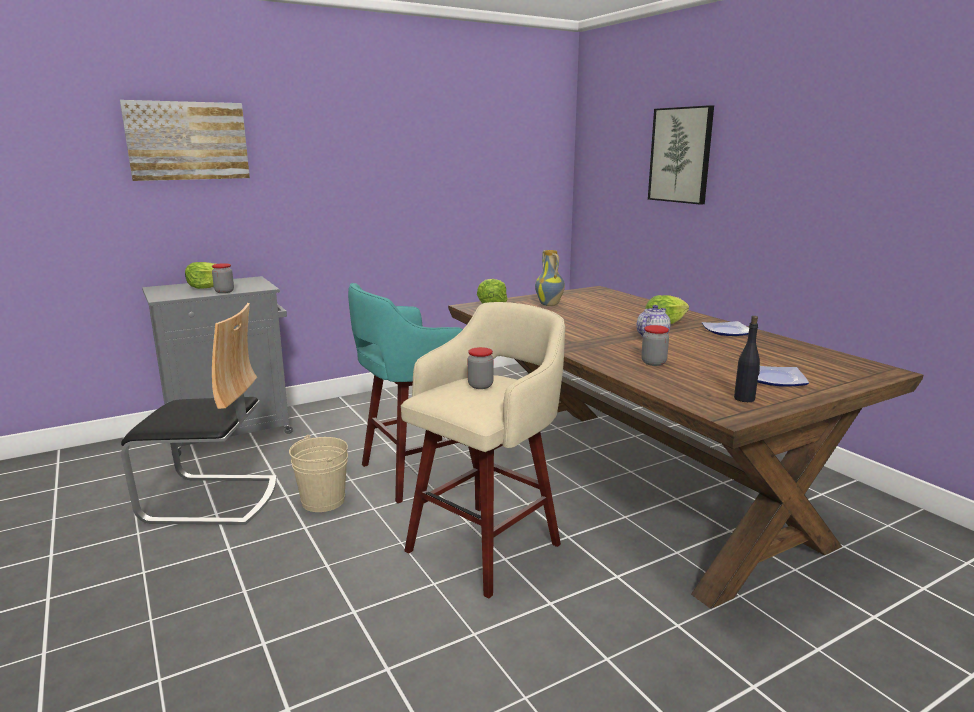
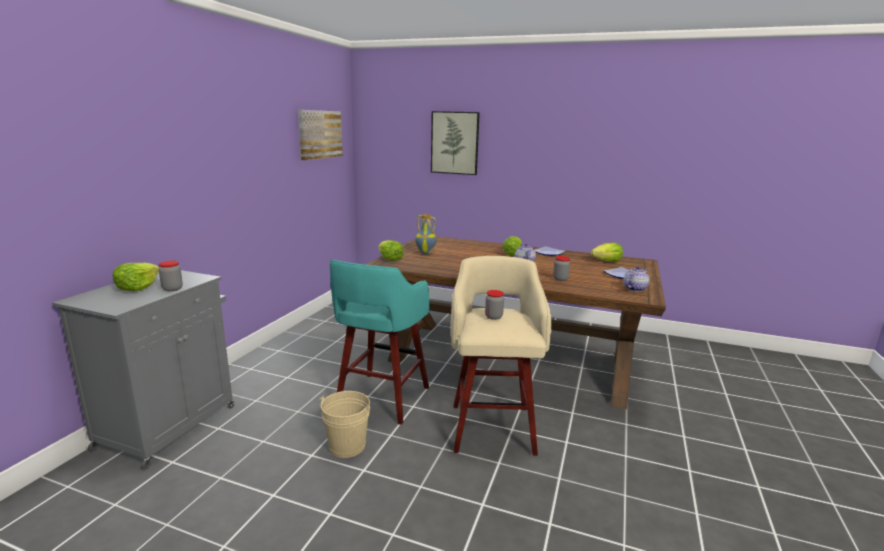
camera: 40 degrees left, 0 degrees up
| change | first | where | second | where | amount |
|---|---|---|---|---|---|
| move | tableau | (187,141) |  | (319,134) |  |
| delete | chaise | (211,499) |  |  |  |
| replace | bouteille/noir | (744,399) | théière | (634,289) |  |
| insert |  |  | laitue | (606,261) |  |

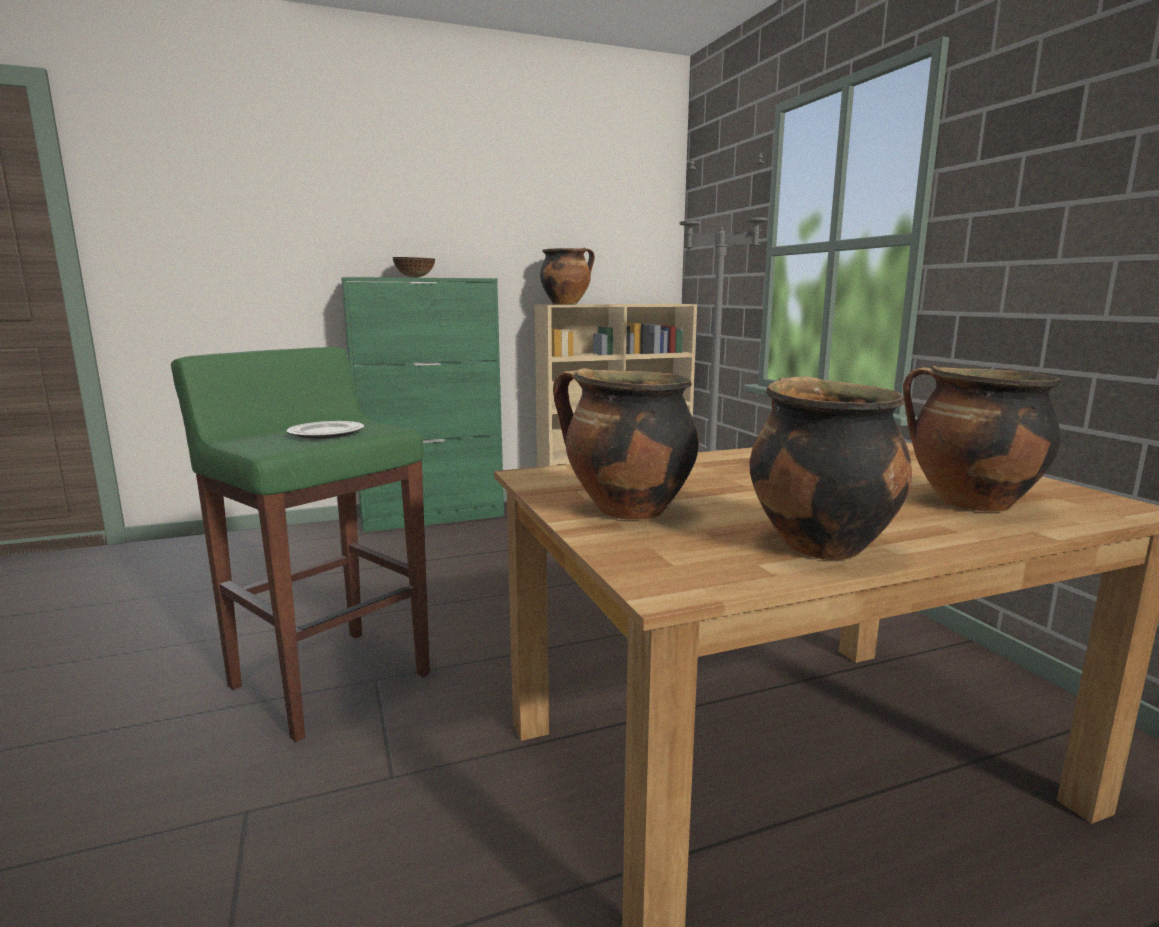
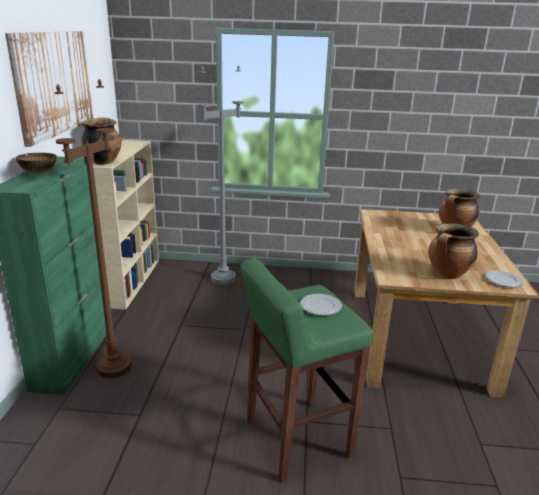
camera: 65 degrees left, 10 degrees up
| change | first | where | second | where | amount |
|---|---|---|---|---|---|
| delete | marmite | (816,545) |  |  |  |
| insert |  |  | tableau | (54,83) |  |
| insert |  |  | lampadaire/marron | (114,367) |  |
| insert |  |  | assiette | (503,280) |  |

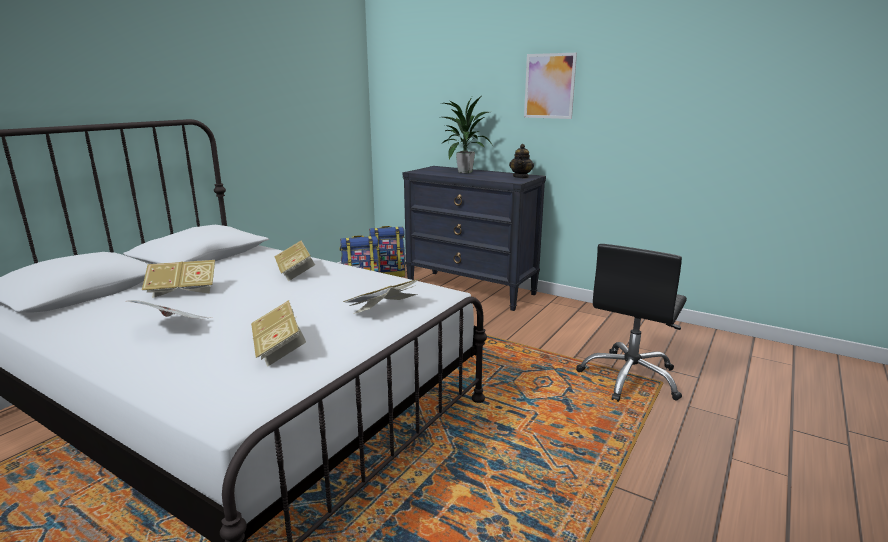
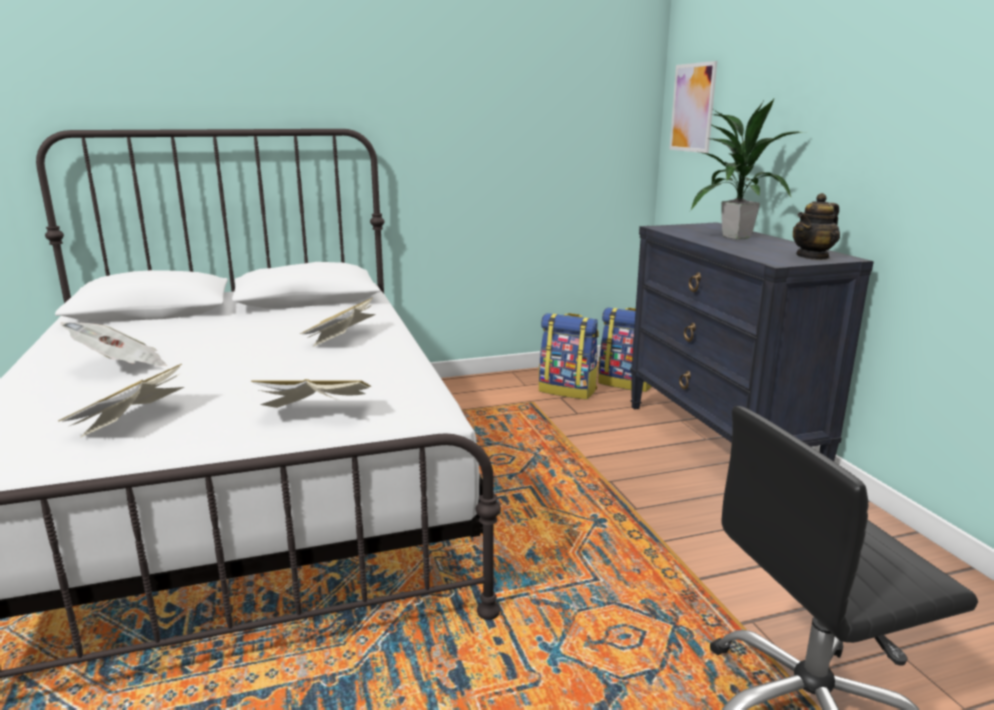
camera: 40 degrees right, 0 degrees up
| change | first | where | second | where | amount |
|---|---|---|---|---|---|
| move | tableau | (549,86) |  | (692,108) |  |
| delete | livre | (183,291) |  |  |  |

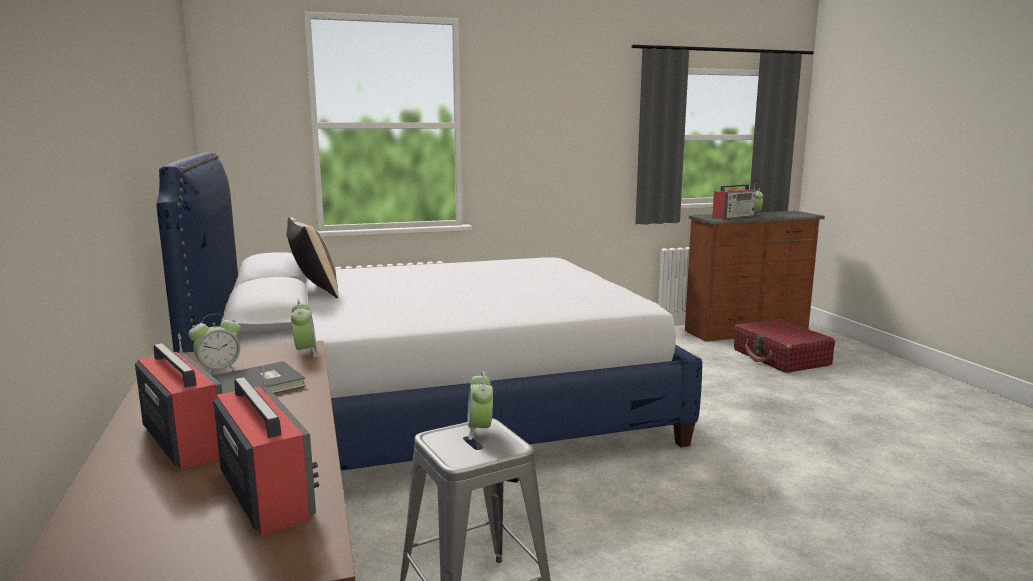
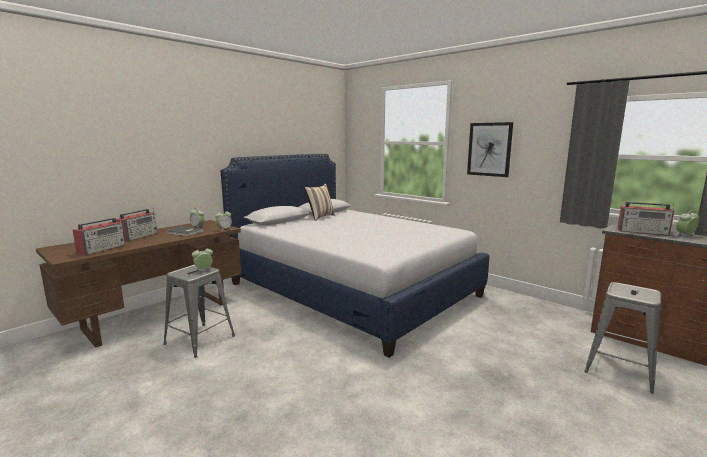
camera: 60 degrees right, 0 degrees up
| change | first | where | second | where | amount |
|---|---|---|---|---|---|
| replace | valise/rouge | (781,358) | tabouret/gris | (619,369) |  |
| insert |  |  | tableau | (489,149) |  |

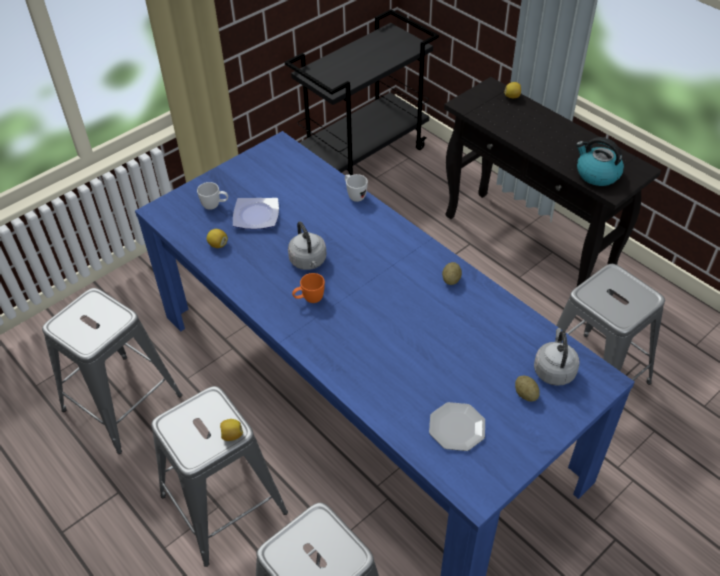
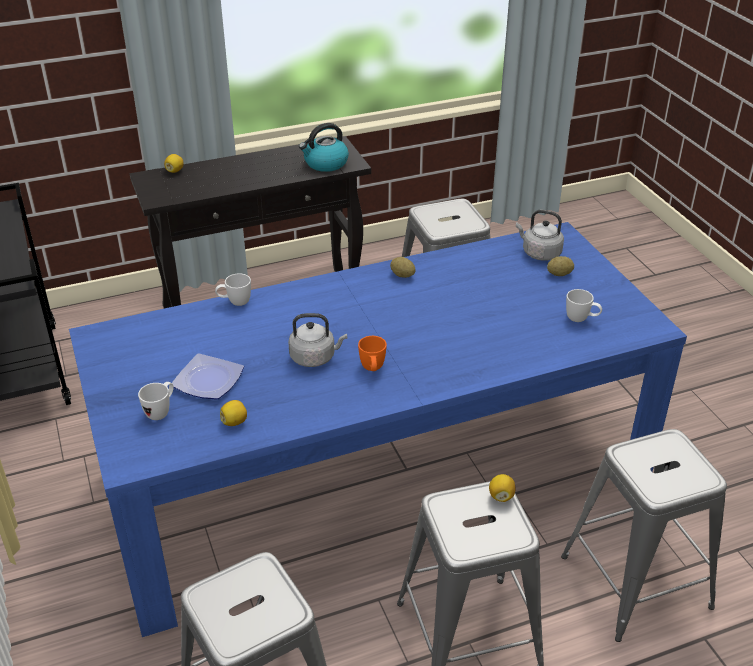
camera: 70 degrees left, 10 degrees down
| change | first | where | second | where | amount |
|---|---|---|---|---|---|
| replace | assiette | (456,428) | mug/blanc | (581,319) |  |

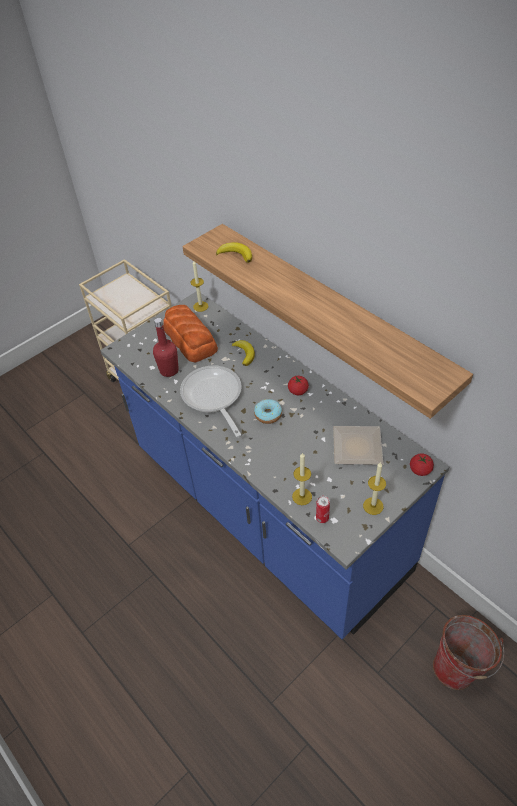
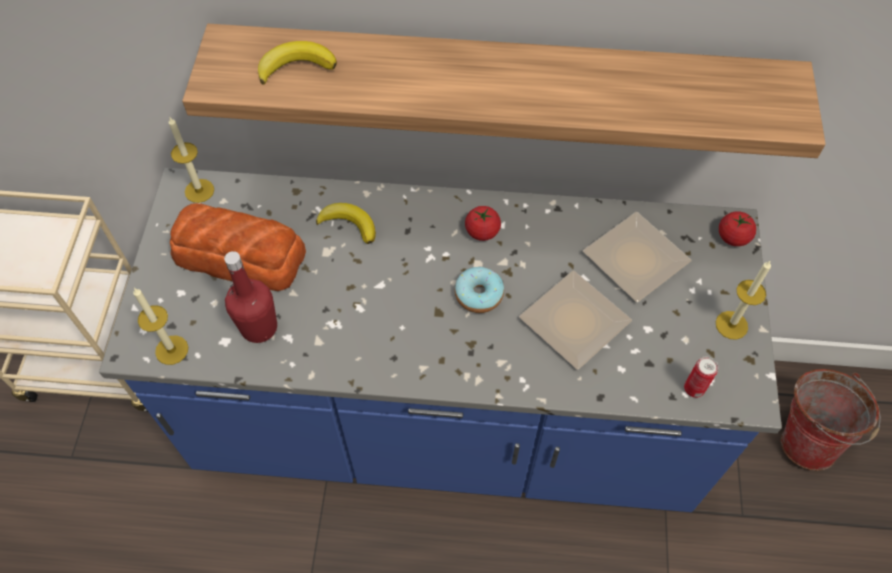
camera: 45 degrees left, 10 degrees up
| change | first | where | second | where | amount |
|---|---|---|---|---|---|
| delete | poêle | (213,397) |  |  |  |
| move | bougie | (302,496) |  | (171,350) |  |
| insert |  |  | assiette | (574,325) |  |

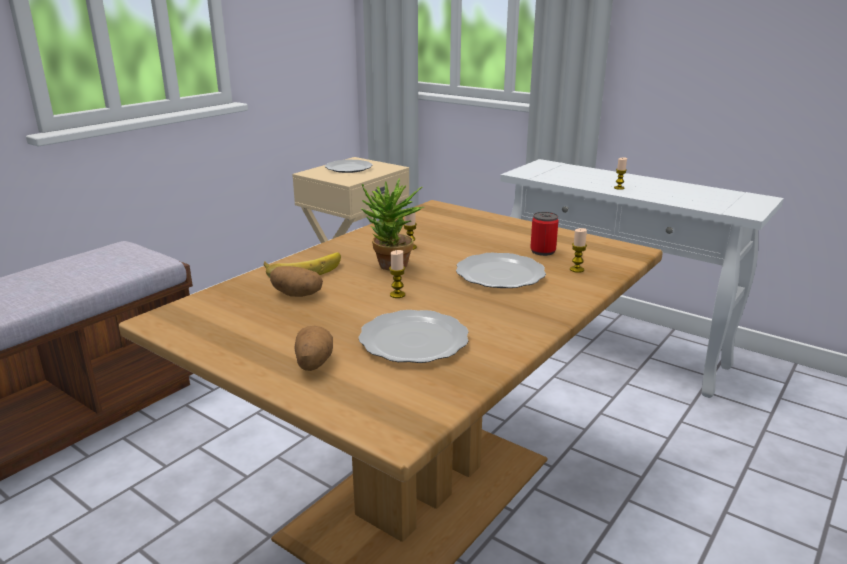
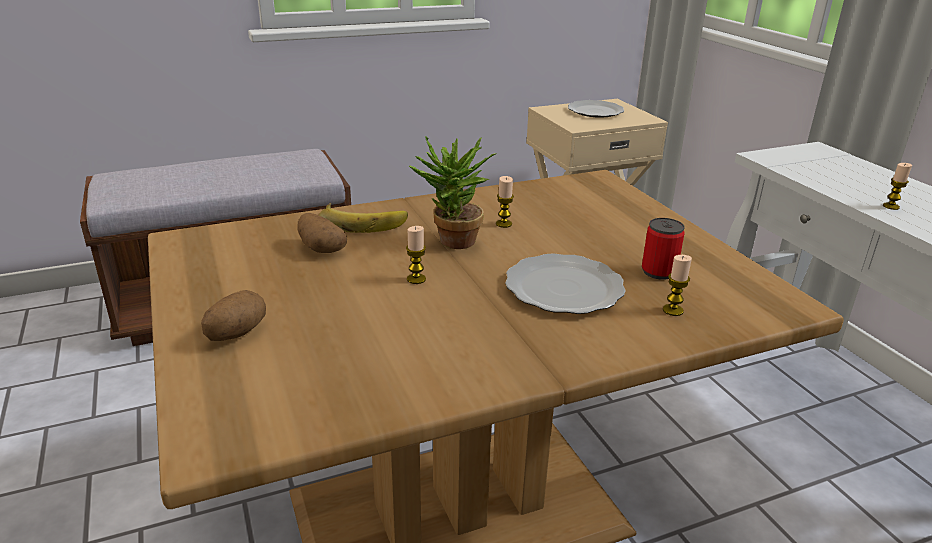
camera: 30 degrees right, 5 degrees up
| change | first | where | second | where | amount |
|---|---|---|---|---|---|
| delete | assiette | (414,341) |  |  |  |

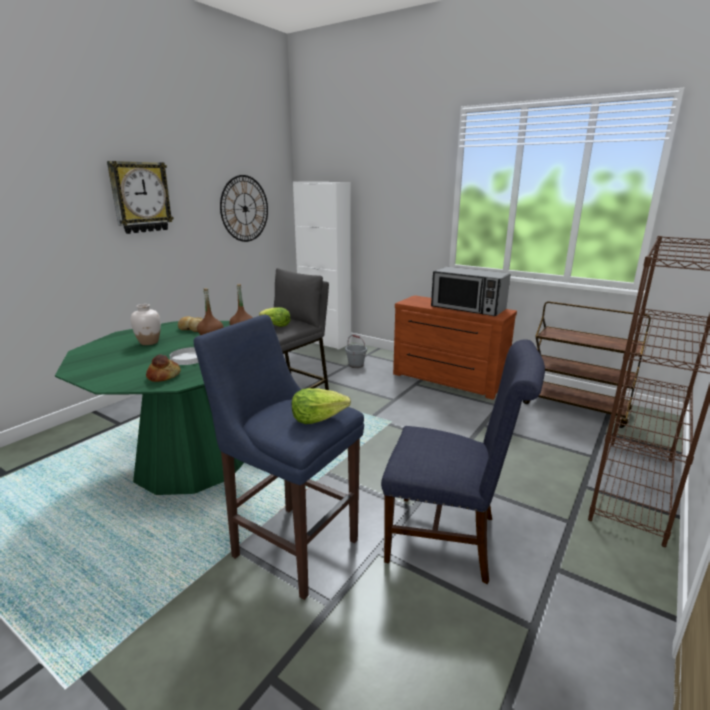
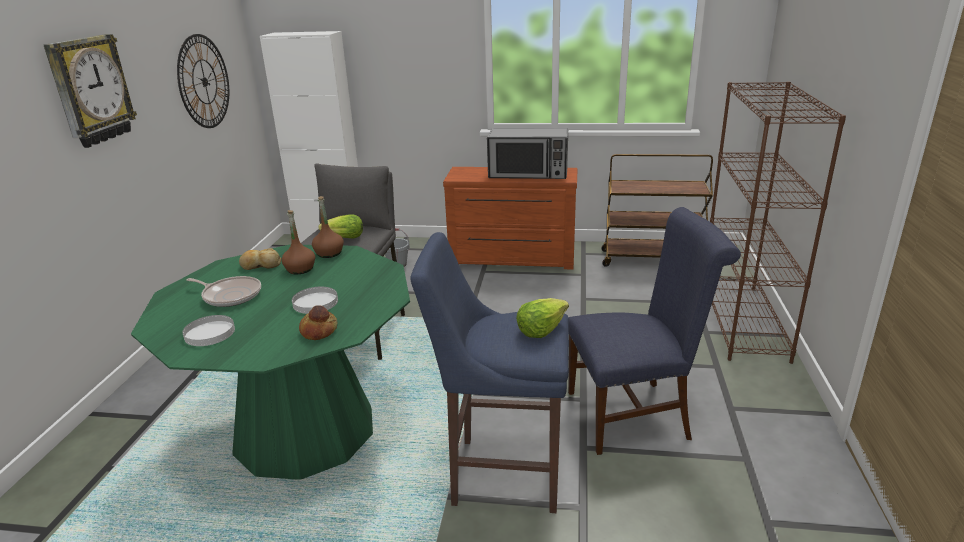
camera: 25 degrees left, 5 degrees up
| change | first | where | second | where | amount |
|---|---|---|---|---|---|
| replace | vase/blanc | (149,342) | poêle | (230,295) |  |
| insert |  |  | assiette/blanc | (209,333) |  |

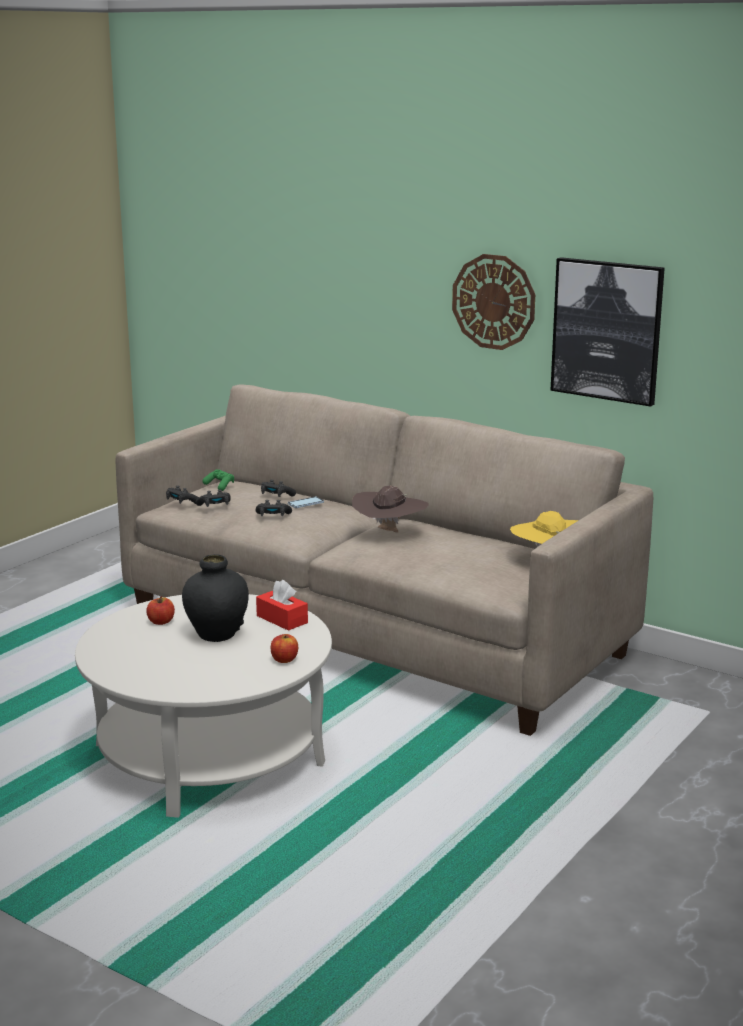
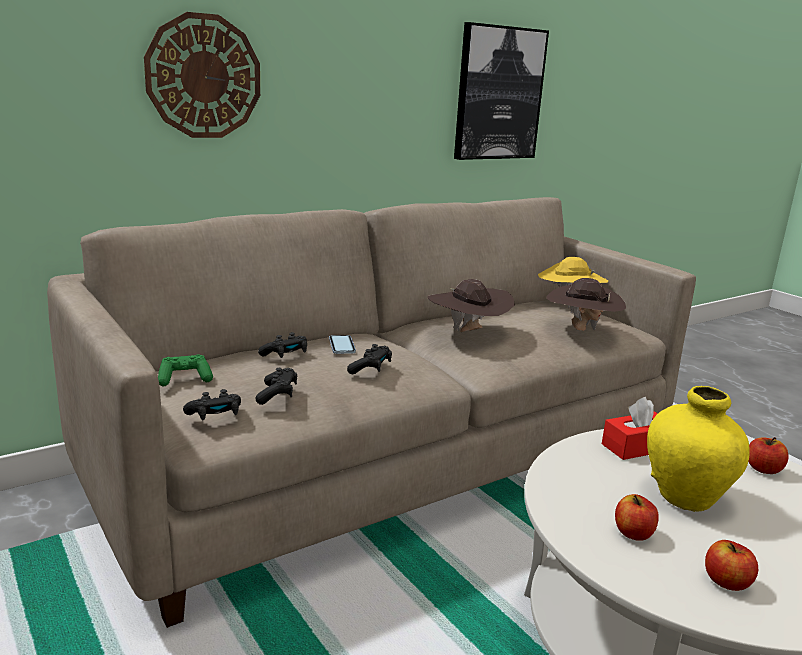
camera: 70 degrees left, 0 degrees up
| change | first | where | second | where | amount |
|---|---|---|---|---|---|
| move | horloge murale | (494,302) |  | (204,77) |  |
| recolor | vase/noir | (217,635) | vase/jaune | (685,498) |  |
| insert |  |  | chapeau/marron | (581,330) |  |
| insert |  |  | pomme | (726,582) |  |

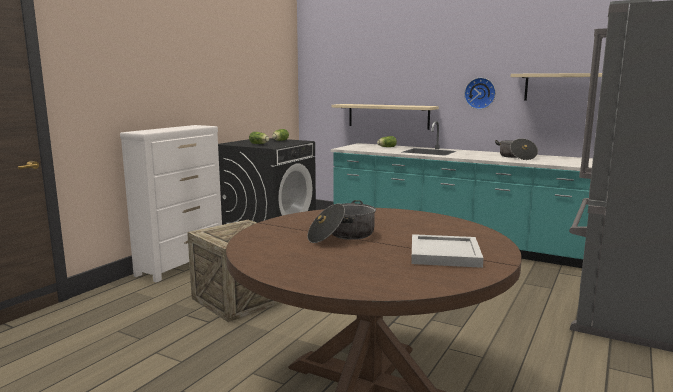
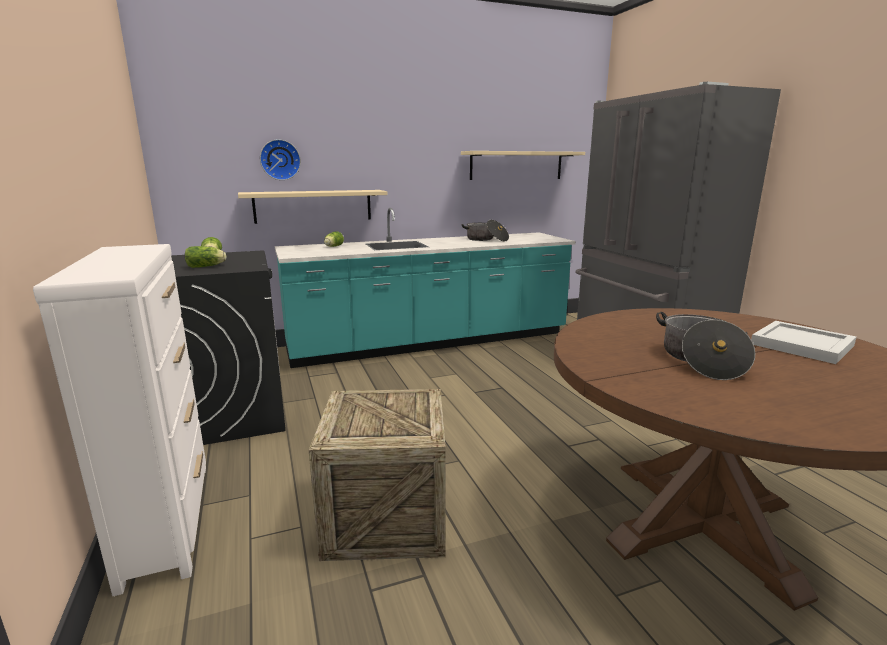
camera: 50 degrees left, 5 degrees up
| change | first | where | second | where | amount |
|---|---|---|---|---|---|
| move | horloge murale | (480,93) |  | (280,160) |  |

